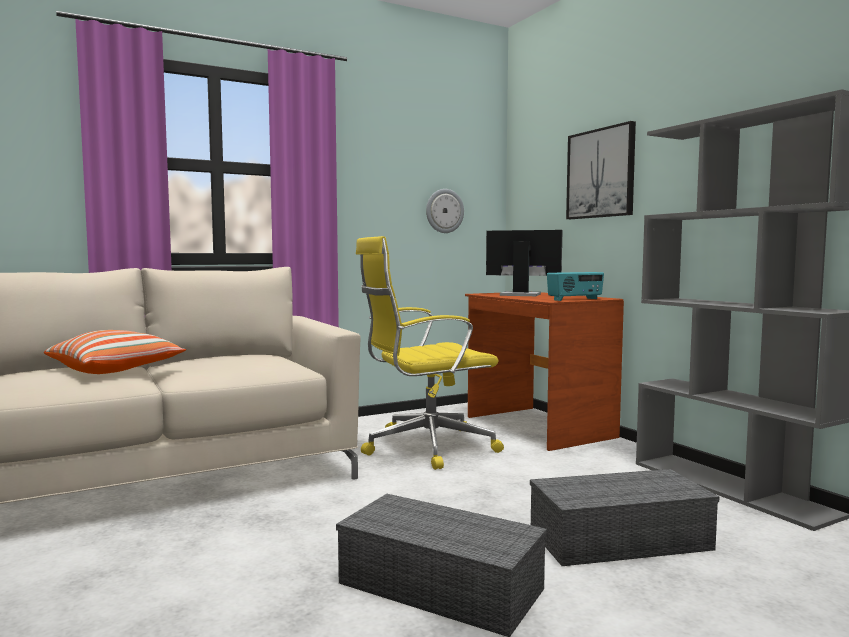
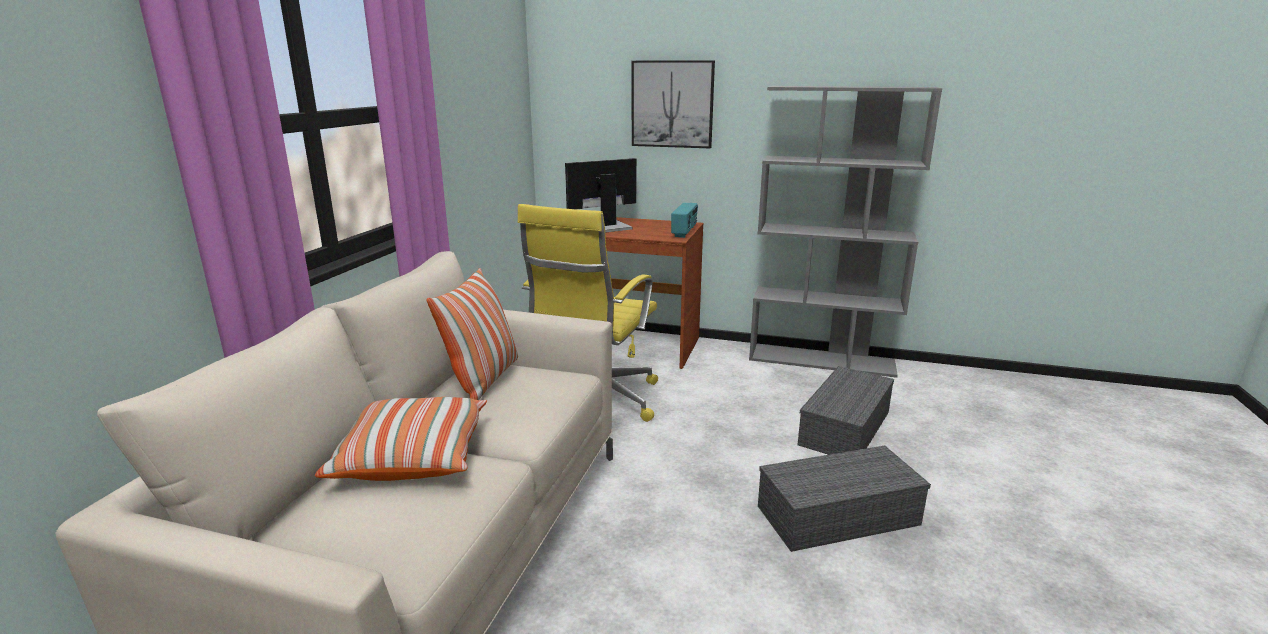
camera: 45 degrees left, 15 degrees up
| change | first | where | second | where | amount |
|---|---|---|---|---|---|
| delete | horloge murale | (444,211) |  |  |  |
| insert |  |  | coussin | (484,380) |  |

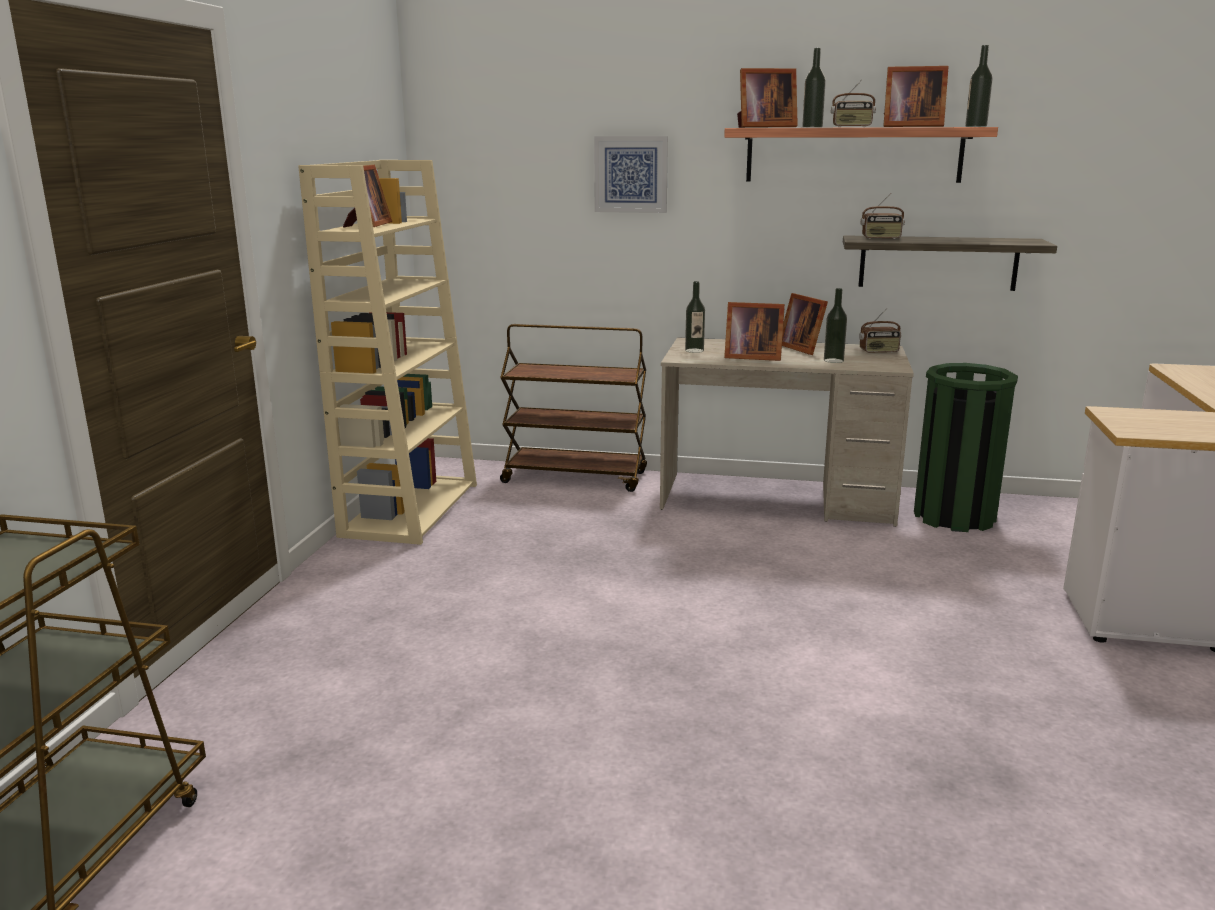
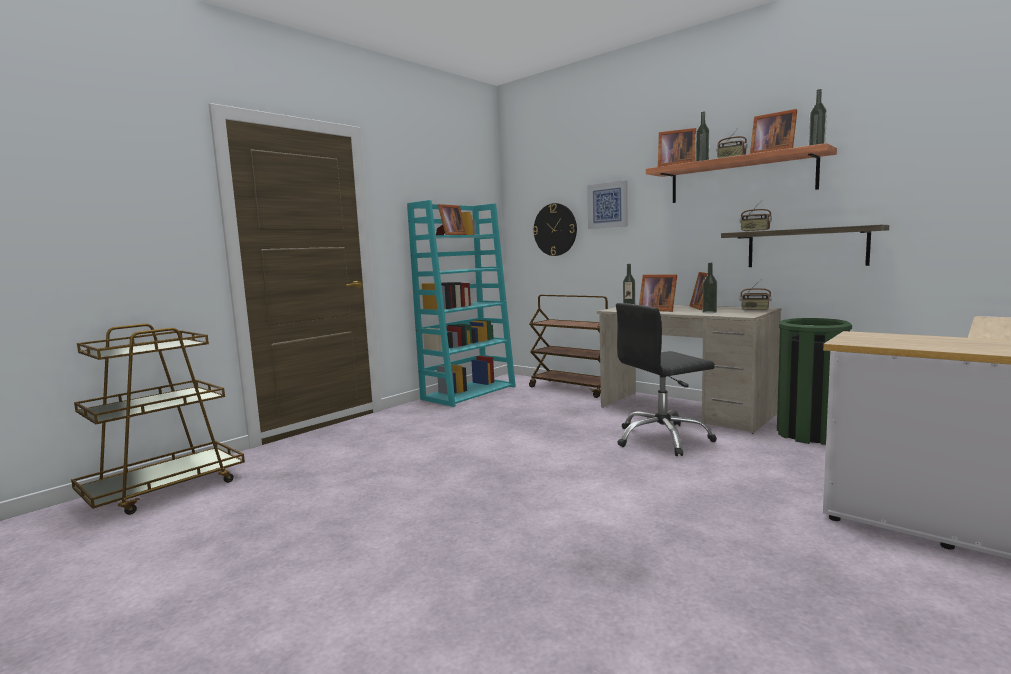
camera: 30 degrees right, 10 degrees down
| change | first | where | second | where | amount |
|---|---|---|---|---|---|
| recolor | bibliothèque/beige | (410,509) | bibliothèque/turquoise | (469,392) |  |
| insert |  |  | horloge murale | (555,229) |  |
| insert |  |  | chaise de bureau/noir | (662,439) |  |

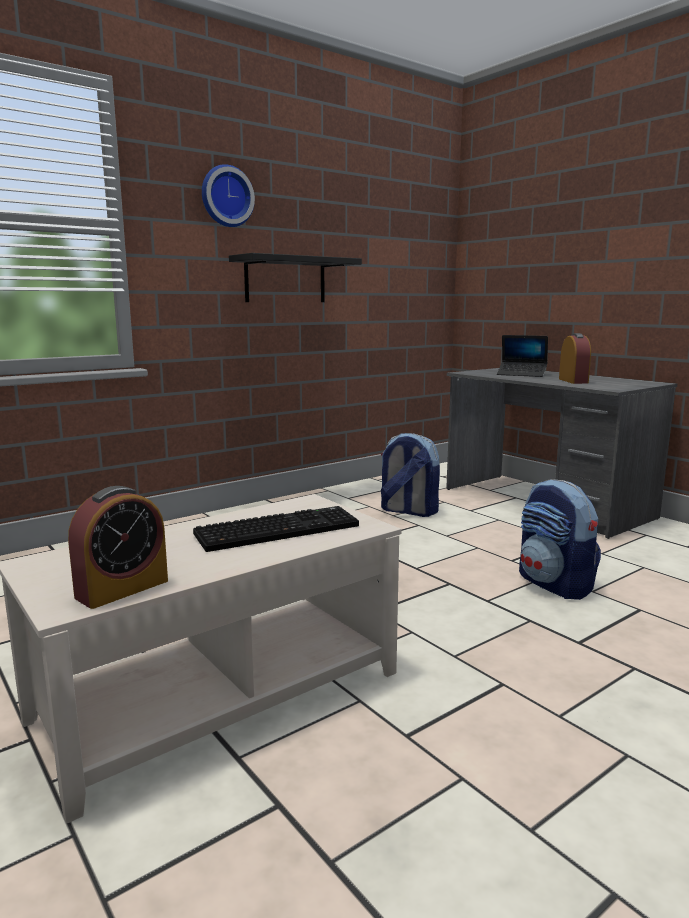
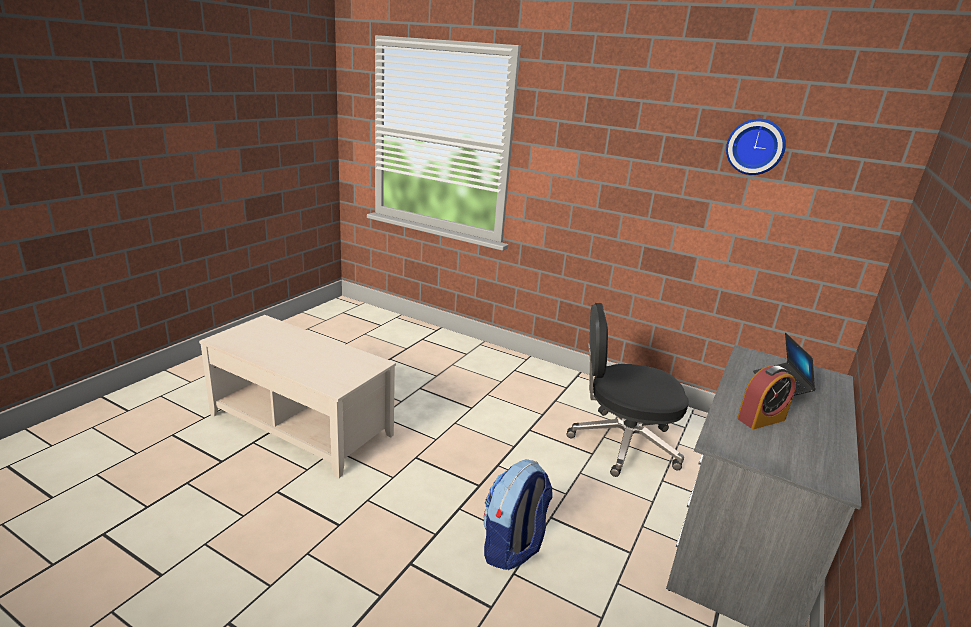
camera: 65 degrees right, 10 degrees up
| change | first | where | second | where | amount |
|---|---|---|---|---|---|
| move | horloge murale | (226,196) |  | (755,146) |  |
| delete | étagère/noir | (285,280) |  |  |  |
| replace | sac à dos | (407,511) | chaise de bureau/noir | (621,443) |  |
| delete | réveil | (122,589) |  |  |  |
| delete | clavier | (278,529) |  |  |  |

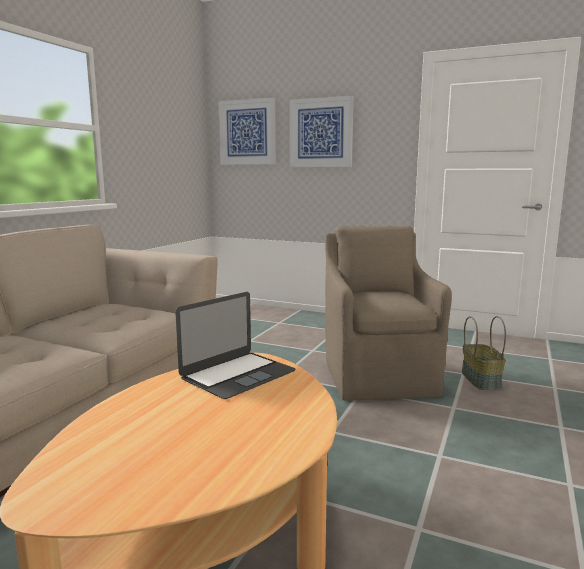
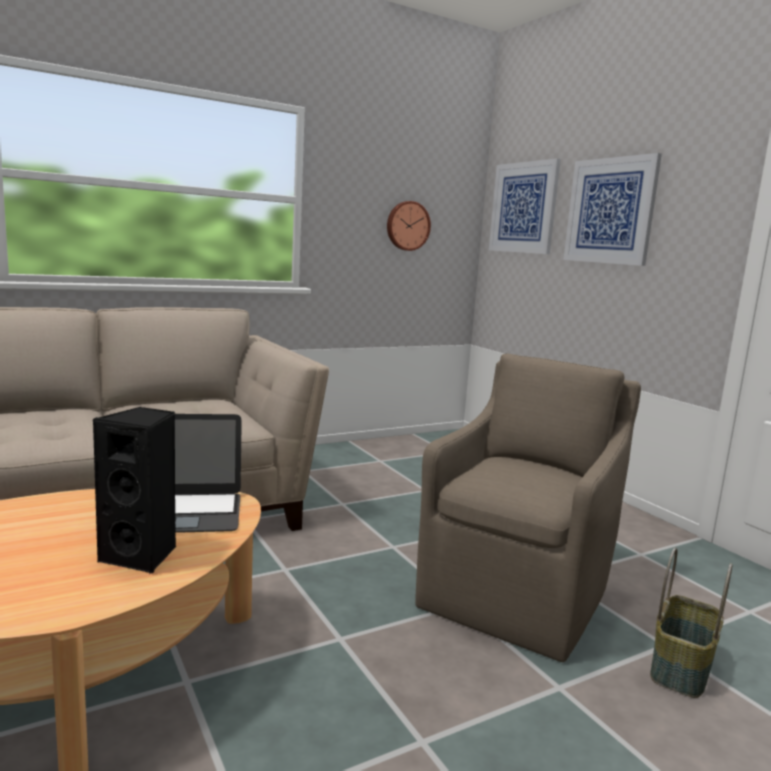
camera: 35 degrees right, 0 degrees up
| change | first | where | second | where | amount |
|---|---|---|---|---|---|
| insert |  |  | horloge murale | (407,226) |  |
| insert |  |  | enceinte/noir | (142,556) |  |

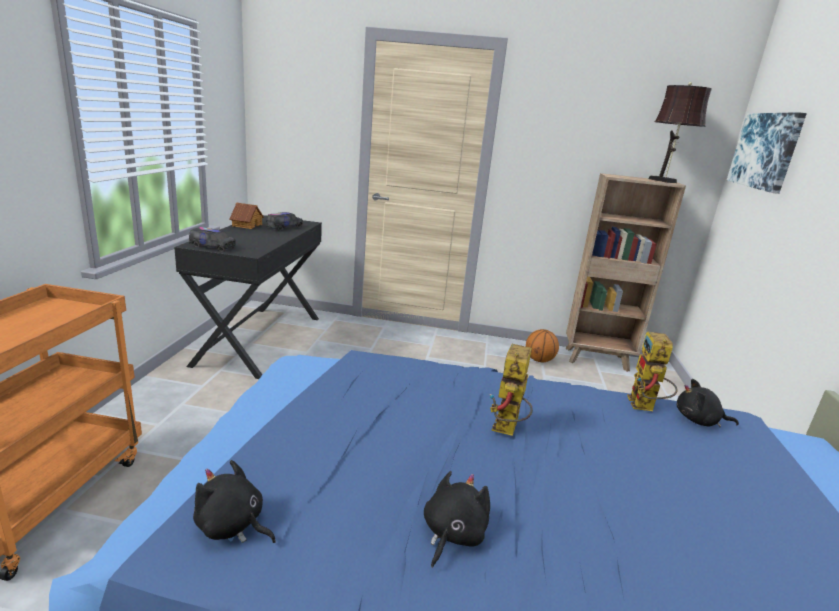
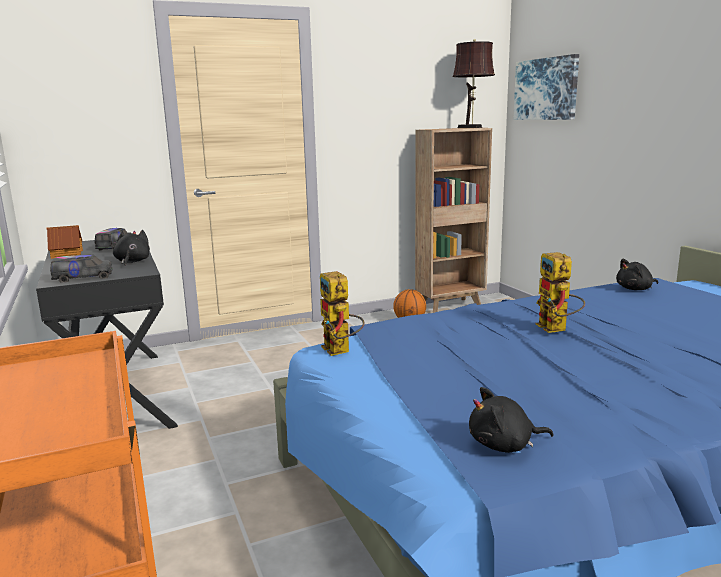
camera: 30 degrees left, 5 degrees down
| change | first | where | second | where | amount |
|---|---|---|---|---|---|
| move | robot jouet | (644,407) |  | (341,351) |  |
| move | peluche/noir | (452,534) |  | (132,261) |  |

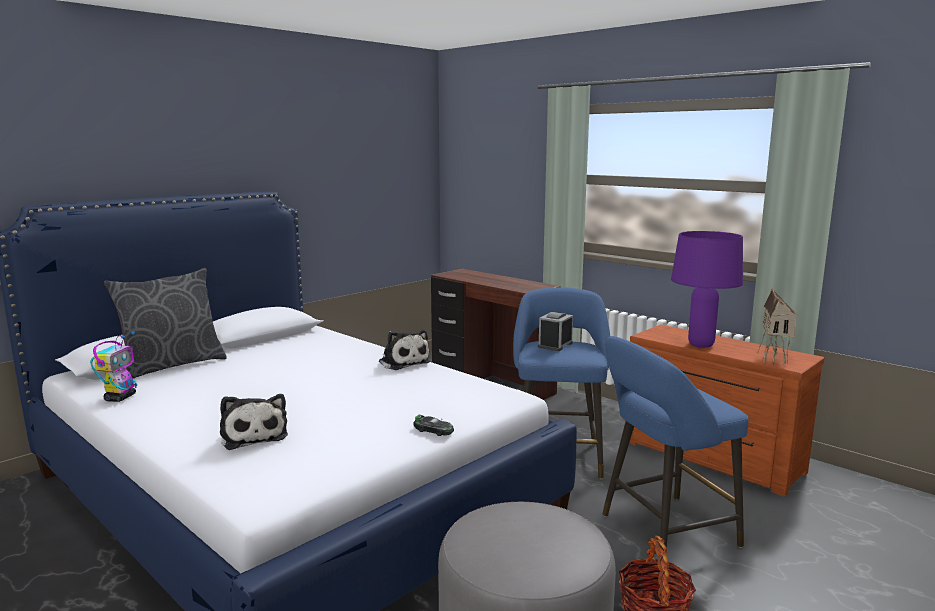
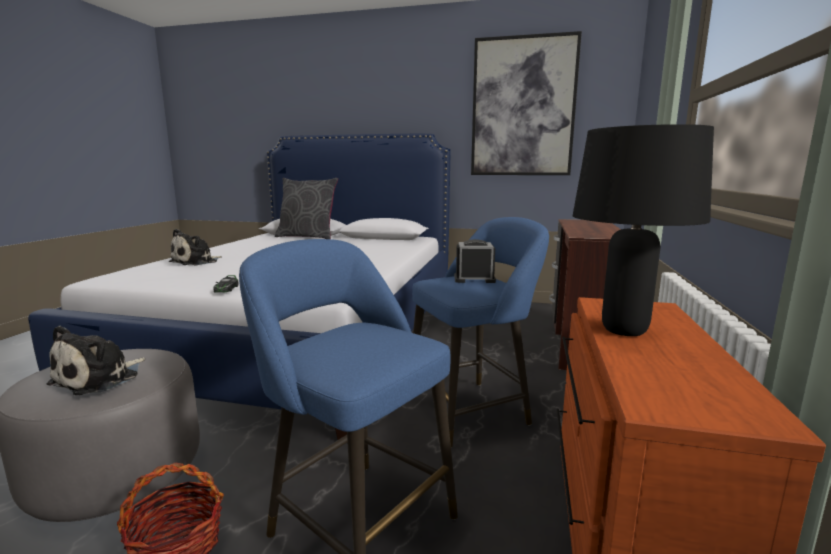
camera: 60 degrees right, 0 degrees up
| change | first | where | second | where | amount |
|---|---|---|---|---|---|
| recolor | lampe de table/violet | (700,345) | lampe de table/noir | (624,330) |  |
| delete | maison miniature | (774,359) |  |  |  |
| move | peluche | (403,362) |  | (100,378) |  |
| delete | robot jouet | (120,397) |  |  |  |
| insert |  |  | tableau | (523,107) |  |

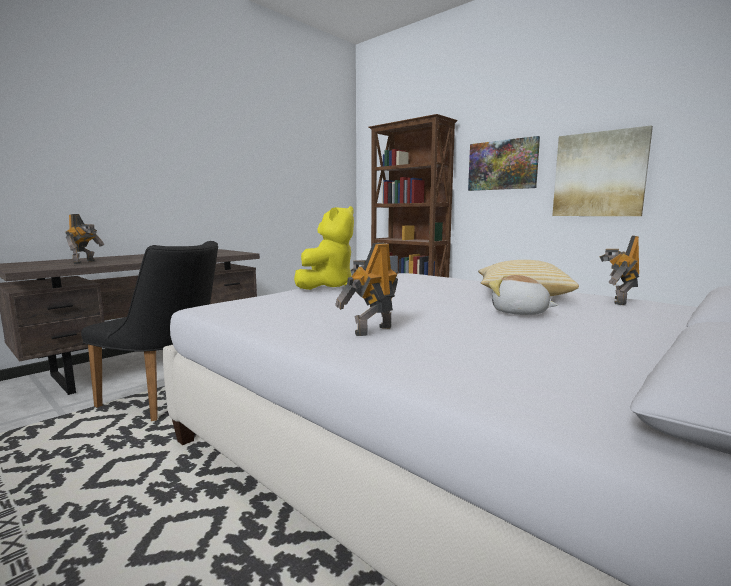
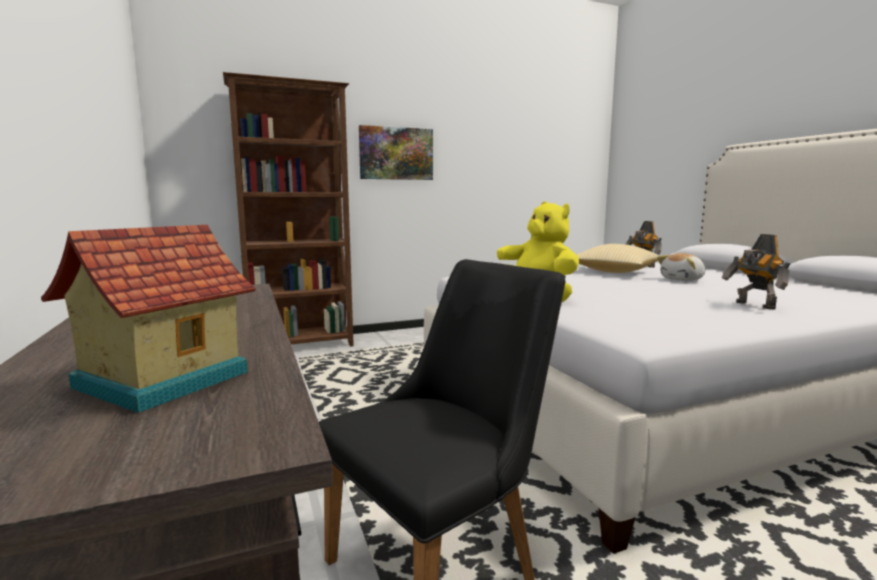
camera: 65 degrees left, 0 degrees up
| change | first | where | second | where | amount |
|---|---|---|---|---|---|
| delete | tableau | (599,174) |  |  |  |
| replace | robot jouet | (85,262) | maison miniature | (159,379) |  |

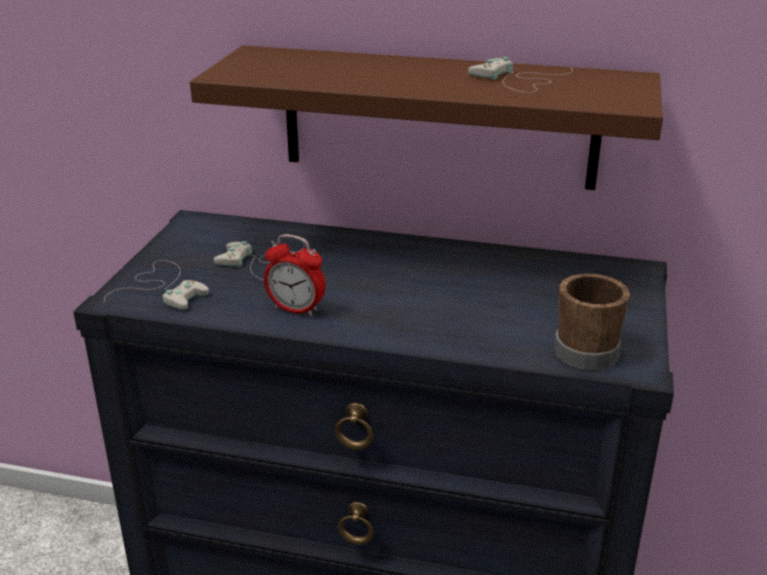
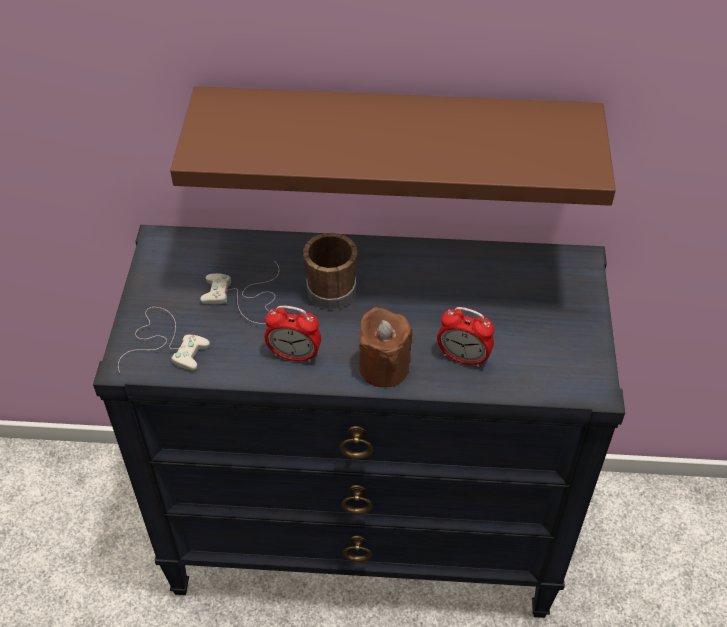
camera: 10 degrees left, 20 degrees up
| change | first | where | second | where | amount |
|---|---|---|---|---|---|
| delete | manette/blanc | (517,82) |  |  |  |
| move | mug/marron | (586,349) |  | (332,286) |  |
| insert |  |  | bougie/marron | (384,367) |  |
| insert |  |  | réveil | (463,357) |  |

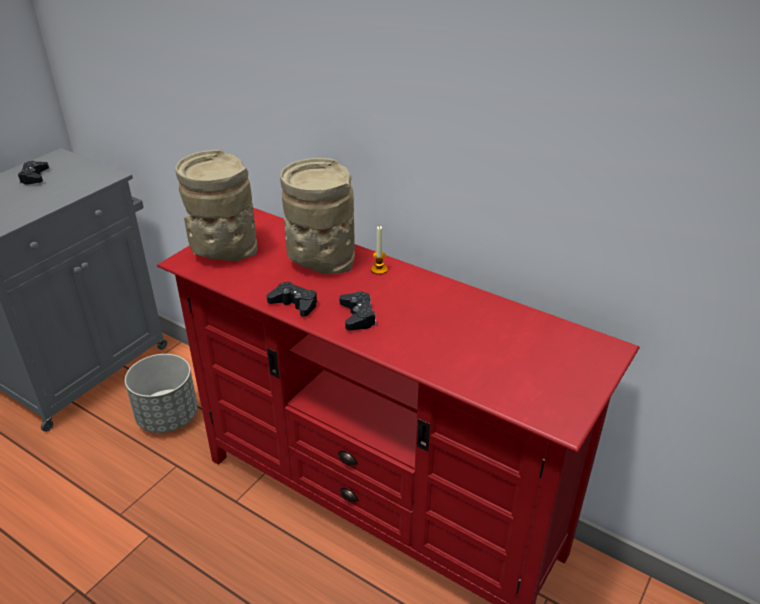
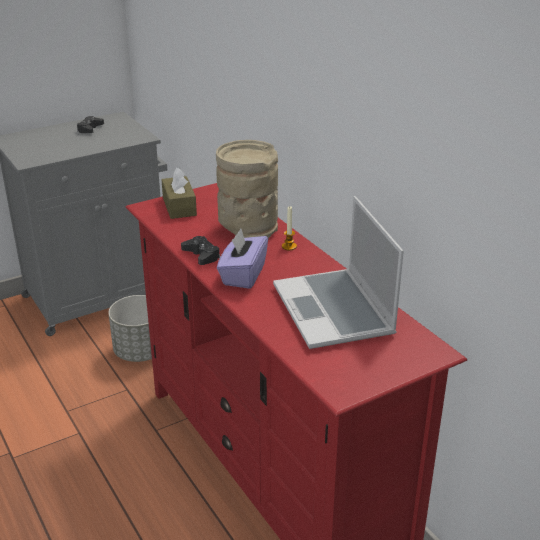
camera: 25 degrees right, 5 degrees down
| change | first | where | second | where | amount |
|---|---|---|---|---|---|
| replace | vase/beige | (223,251) | boîte à mouchoirs/marron | (179,206) |  |
| replace | manette/noir | (358,316) | boîte à mouchoirs/violet | (243,275) |  |
| insert |  |  | ordinateur portable | (335,311) |  |

